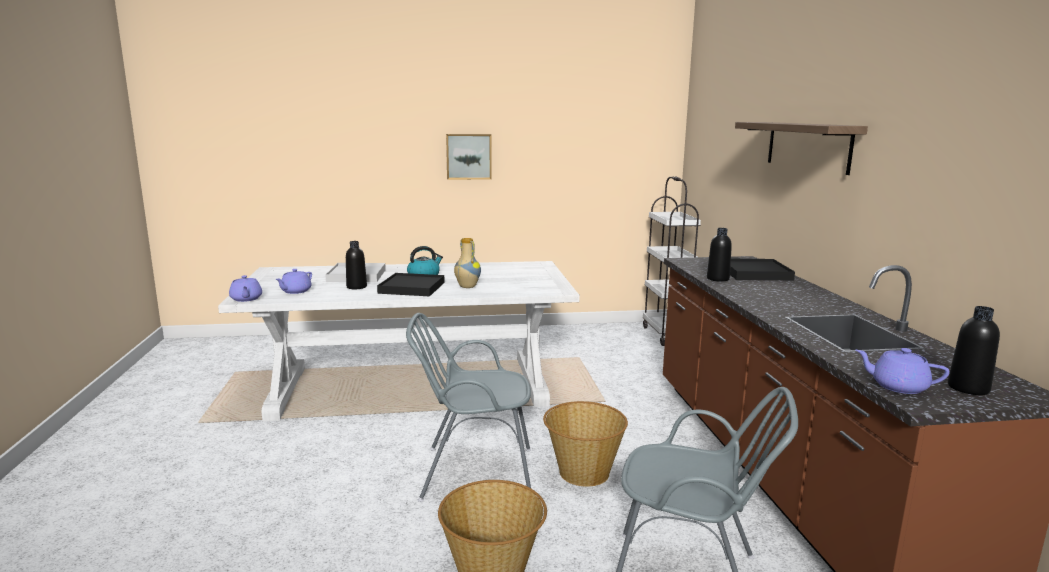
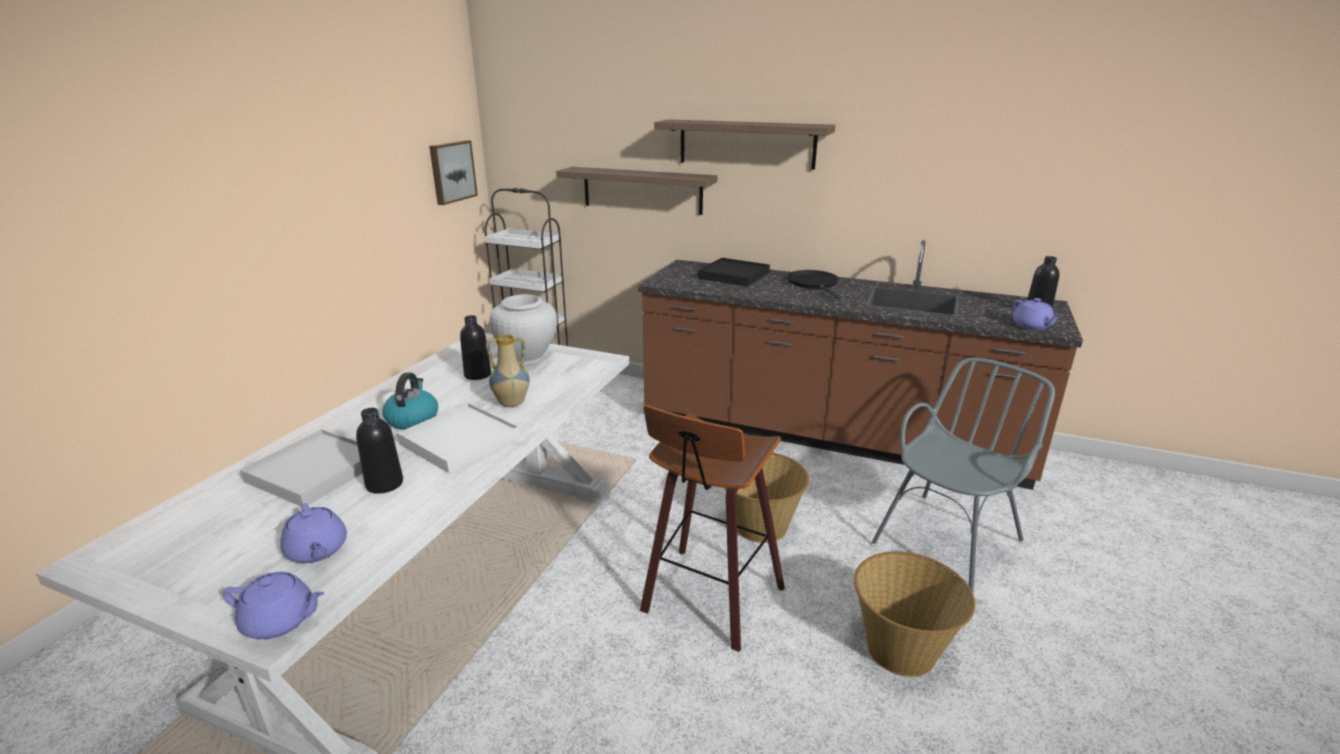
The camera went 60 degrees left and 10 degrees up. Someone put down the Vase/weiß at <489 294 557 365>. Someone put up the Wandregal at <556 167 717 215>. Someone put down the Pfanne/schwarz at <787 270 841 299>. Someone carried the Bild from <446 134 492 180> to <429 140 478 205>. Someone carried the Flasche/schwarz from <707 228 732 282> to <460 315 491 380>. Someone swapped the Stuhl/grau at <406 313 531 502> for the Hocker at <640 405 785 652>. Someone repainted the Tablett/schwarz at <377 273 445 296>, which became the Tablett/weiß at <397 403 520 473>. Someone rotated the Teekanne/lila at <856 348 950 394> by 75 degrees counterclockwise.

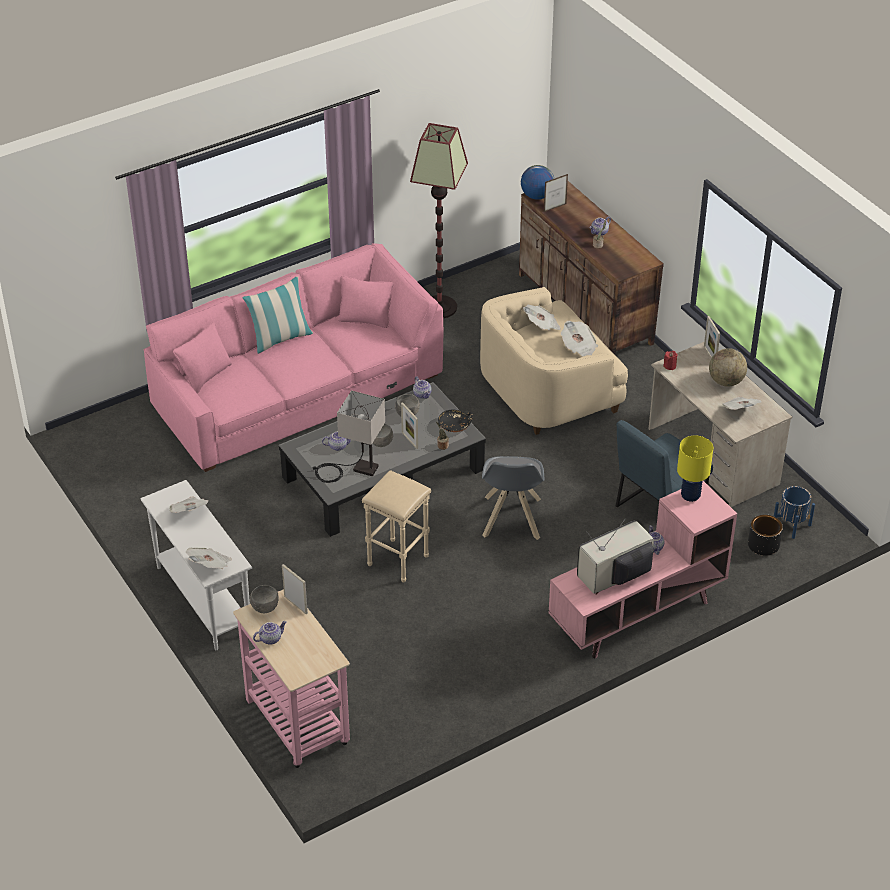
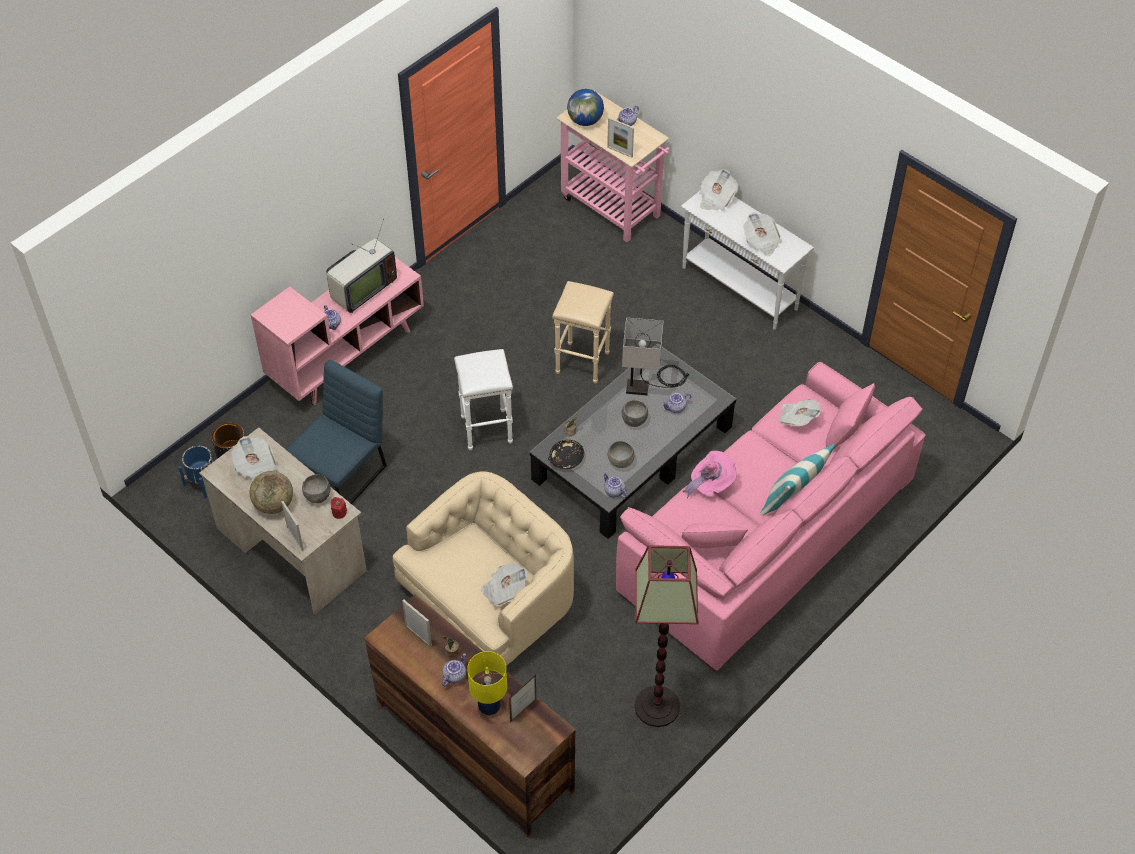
The camera went 165 degrees right and 10 degrees up. Someone put down the Hut/rosa at <683 451 737 498>. Someone carried the Schüssel/grau from <250 585 279 613> to <302 474 331 503>. Someone carried the Bilderrahmen from <401 402 418 449> to <402 600 432 647>. Someone carried the Globus from <521 165 554 200> to <567 89 604 126>. Someone carried the Zeitung from <561 321 598 357> to <778 399 821 426>. Someone carried the Tischlampe/gelb from <677 435 713 502> to <467 651 507 715>. Someone swapped the Stuhl/grau at <482 456 544 540> for the Hocker/weiß at <454 349 513 450>.

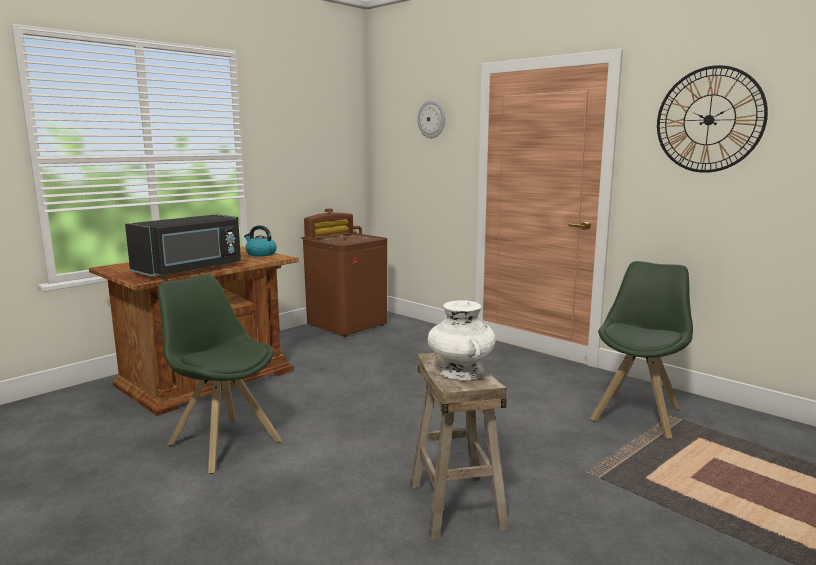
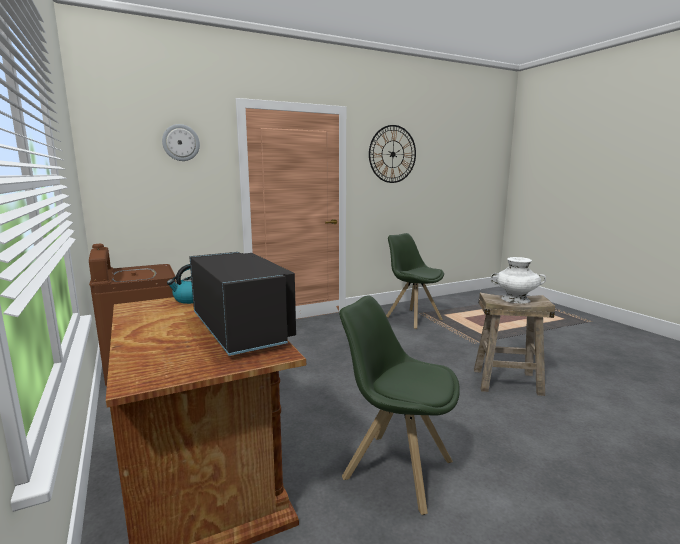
The camera went 70 degrees left and 0 degrees up. Someone rotated the Stuhl/grün at <157 274 282 474> by 60 degrees clockwise.

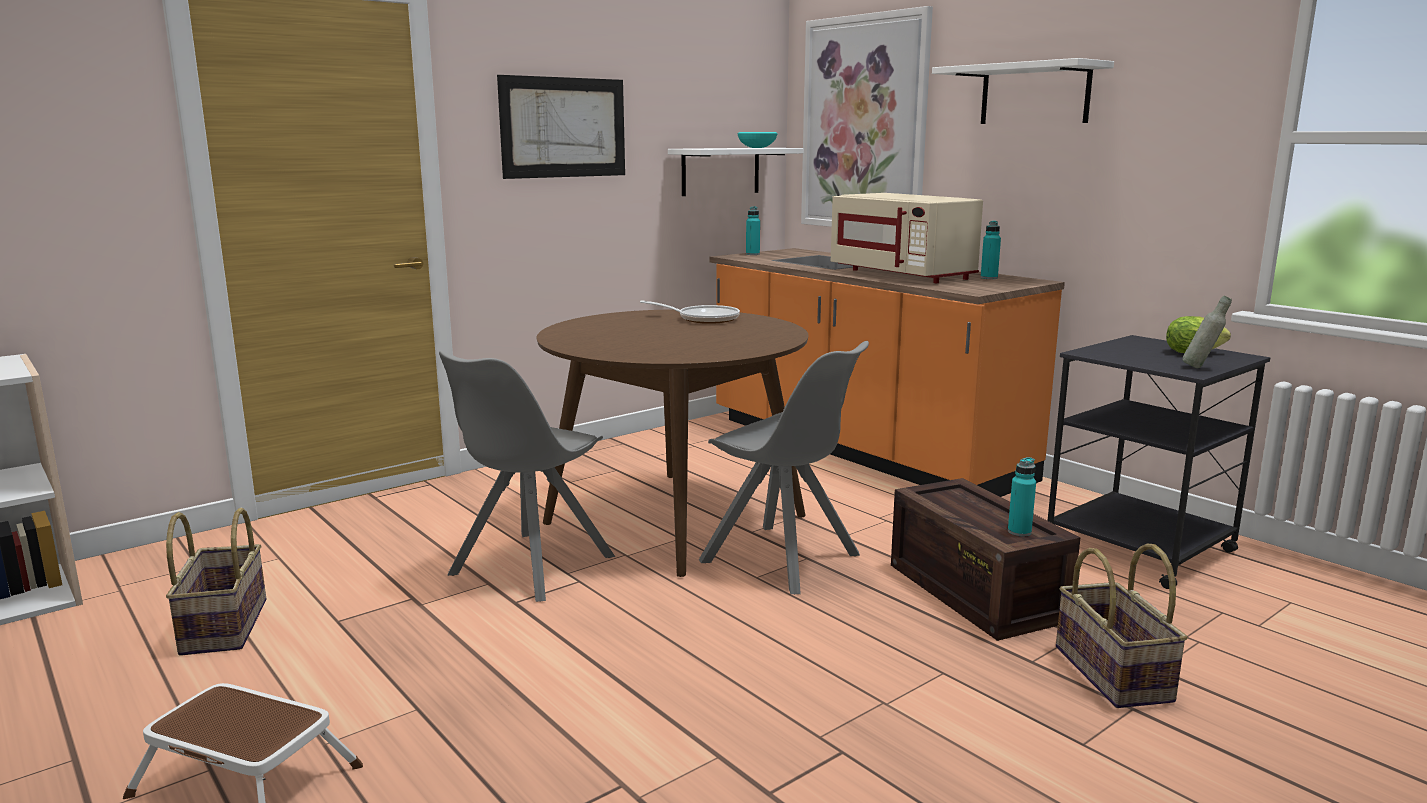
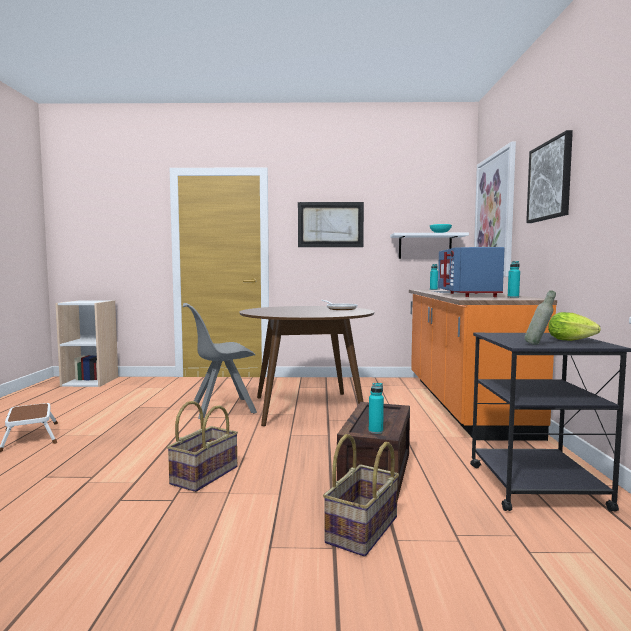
The camera went 40 degrees right and 10 degrees down. Someone took away the Stuhl/grau at <699 341 869 594>. Someone carried the Korb from <166 508 266 656> to <167 401 238 492>. Someone swapped the Wandregal/weiß at <932 58 1114 124> for the Bild at <526 130 573 223>. Someone repainted the Mikrowelle/beige at <831 193 983 283>, which became the Mikrowelle/blau at <438 247 504 297>.

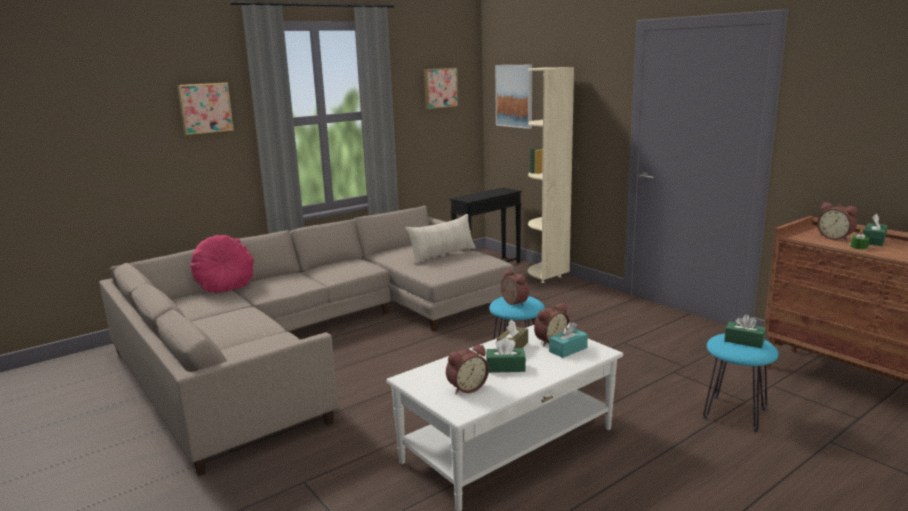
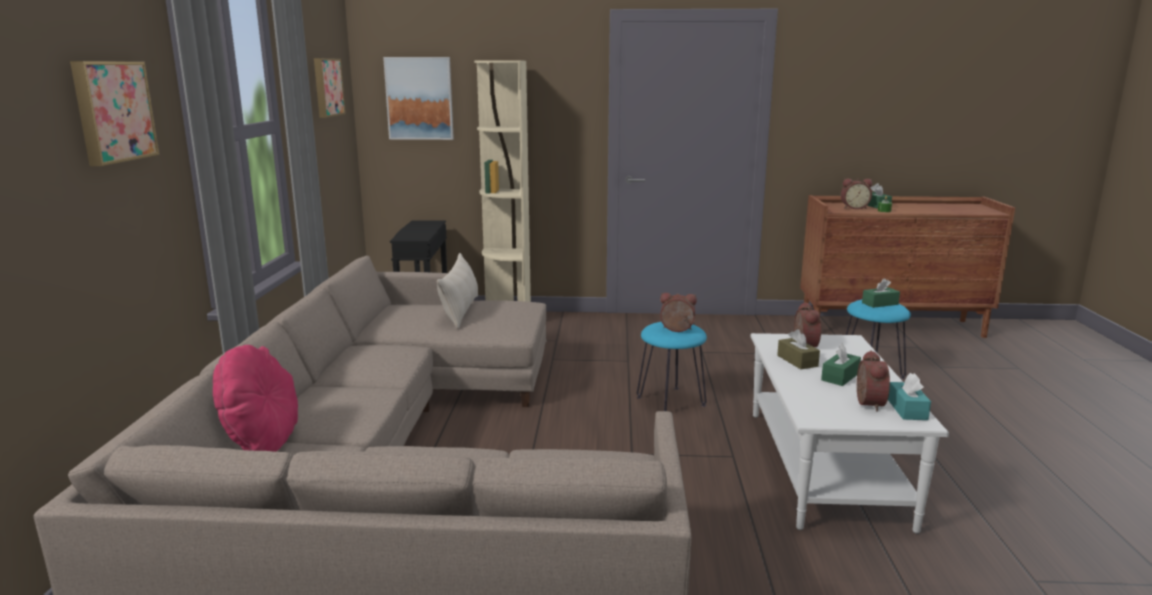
The camera went 50 degrees left and 0 degrees up. Someone carried the Taschentuchbox/türkis from <549 322 588 358> to <888 373 931 420>.

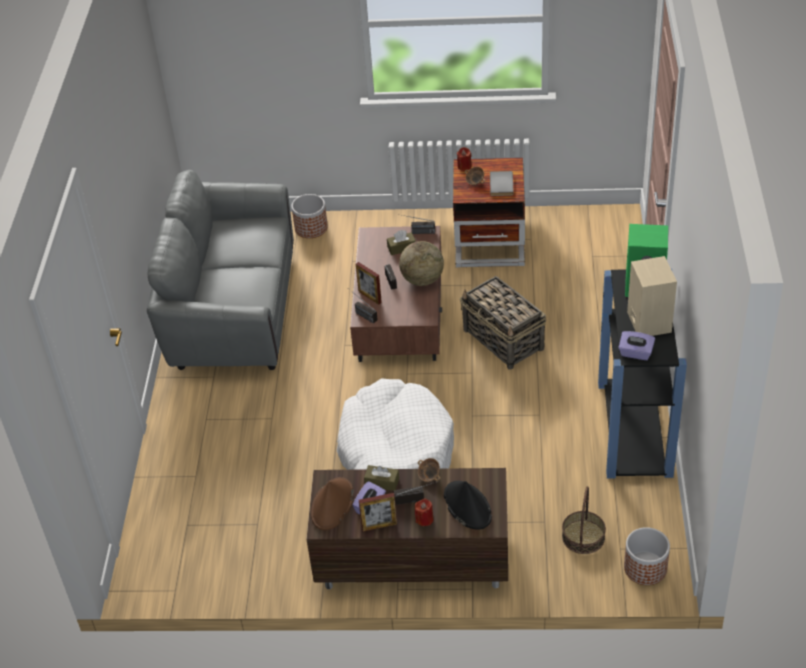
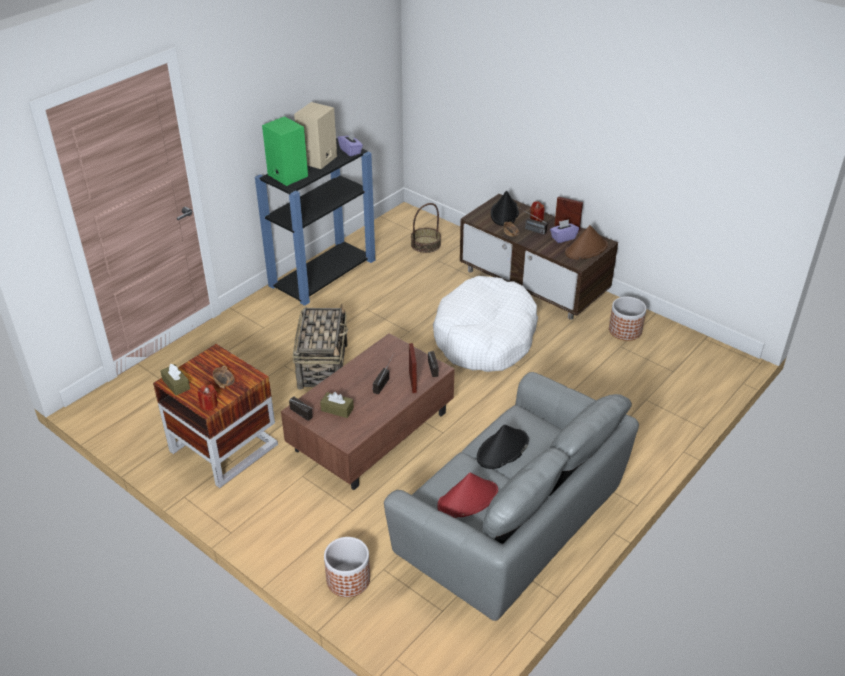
The camera went 145 degrees left and 5 degrees down. Someone took away the Globus at <399 241 444 286>. Someone took away the Buch/grau at <490 171 513 196>. Someone put down the Hut/rot at <437 472 498 518>. Someone put down the Hut/schwarz at <477 425 529 469>. Someone carried the Taschentuchbox/braun from <364 465 399 491> to <160 364 190 395>. Someone carried the Pflanzkübel from <624 527 670 585> to <609 297 646 341>.

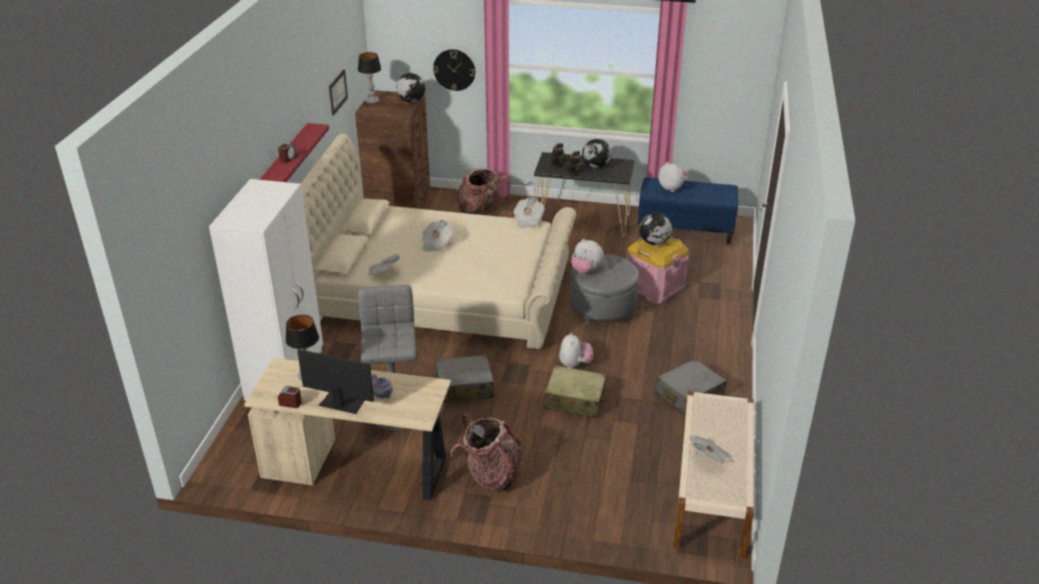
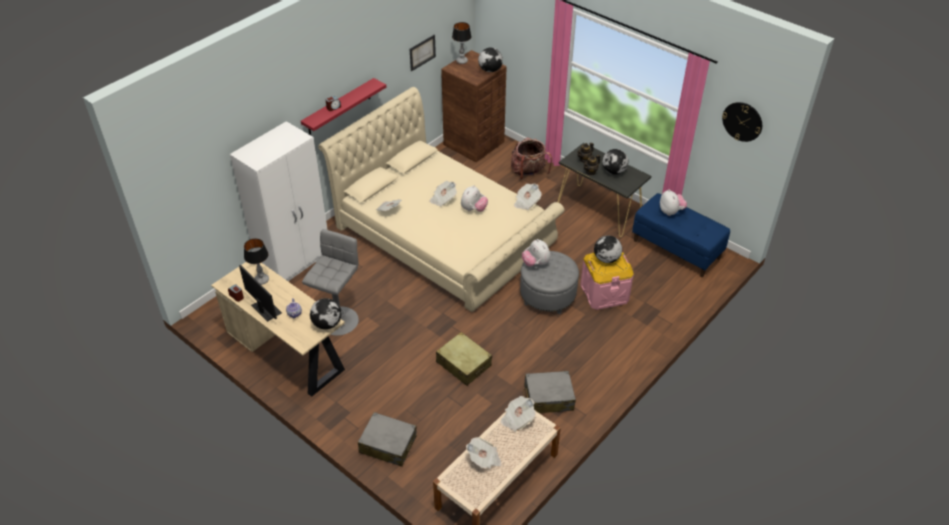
The camera went 30 degrees right and 10 degrees up. Someone took away the Rucksack at <450 412 522 492>. Someone put down the Globus at <310 298 342 329>. Someone put down the Zeitung at <500 396 536 432>. Someone carried the Wanduhr from <433 49 475 91> to <722 102 762 142>. Someone carried the Koffer/grau from <434 355 494 403> to <358 412 417 467>. Someone carried the Plüschtier from <559 333 593 368> to <461 185 488 212>.

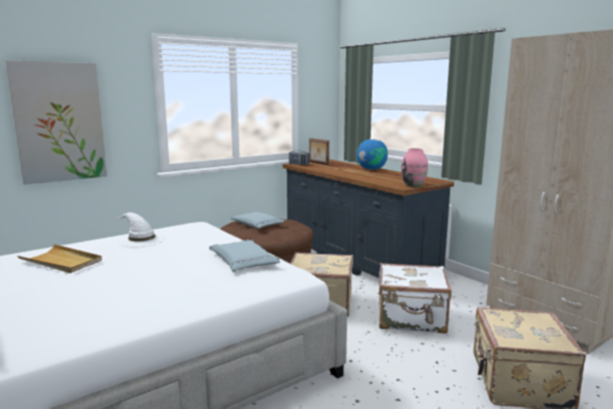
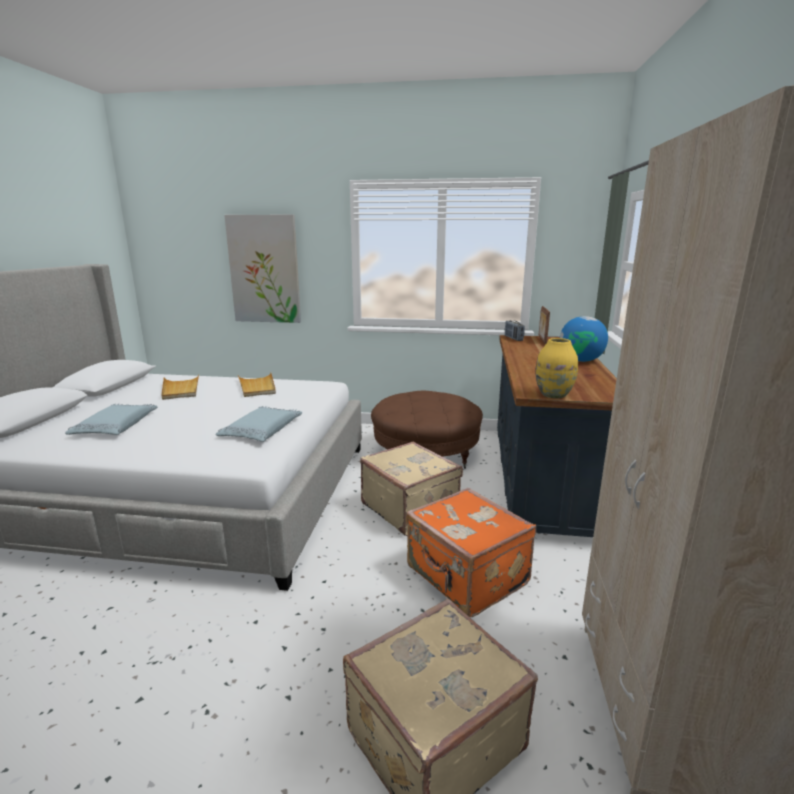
The camera went 45 degrees right and 5 degrees up. Someone carried the Kissen/blau from <230 211 285 229> to <65 404 158 435>. Someone swapped the Hut/weiß at <117 213 165 247> for the Tablett/beige at <238 373 276 397>. Someone repainted the Koffer/weiß at <379 263 452 334>, which became the Koffer/orange at <406 488 536 617>. Someone repainted the Vase/rosa at <401 148 428 187>, which became the Vase/gelb at <535 338 578 398>.

